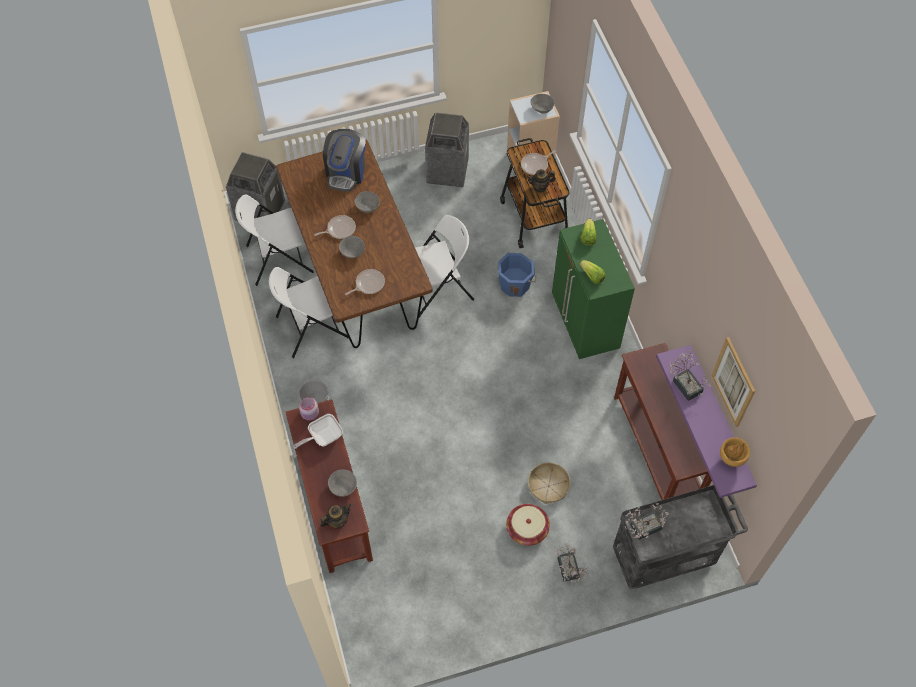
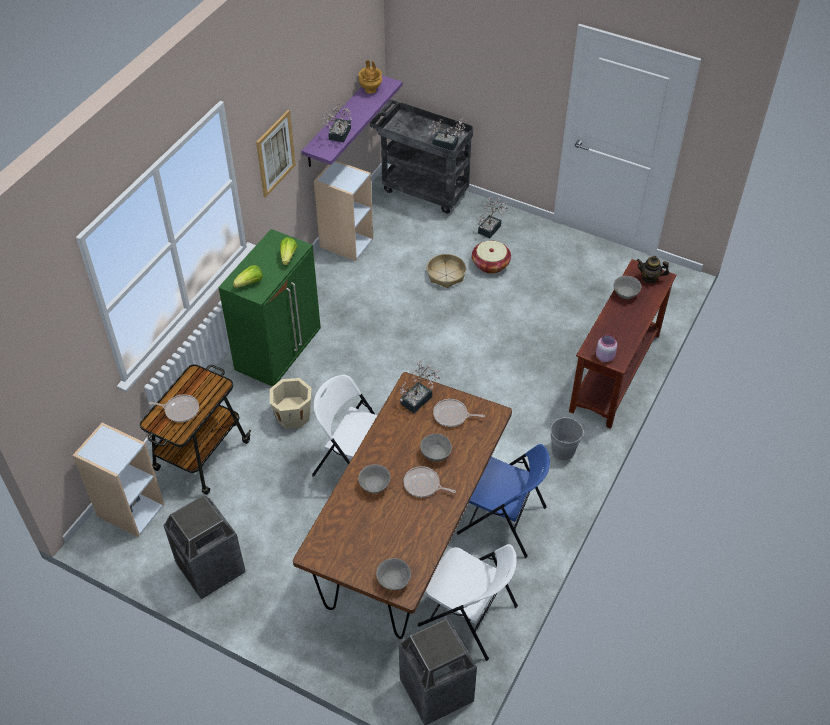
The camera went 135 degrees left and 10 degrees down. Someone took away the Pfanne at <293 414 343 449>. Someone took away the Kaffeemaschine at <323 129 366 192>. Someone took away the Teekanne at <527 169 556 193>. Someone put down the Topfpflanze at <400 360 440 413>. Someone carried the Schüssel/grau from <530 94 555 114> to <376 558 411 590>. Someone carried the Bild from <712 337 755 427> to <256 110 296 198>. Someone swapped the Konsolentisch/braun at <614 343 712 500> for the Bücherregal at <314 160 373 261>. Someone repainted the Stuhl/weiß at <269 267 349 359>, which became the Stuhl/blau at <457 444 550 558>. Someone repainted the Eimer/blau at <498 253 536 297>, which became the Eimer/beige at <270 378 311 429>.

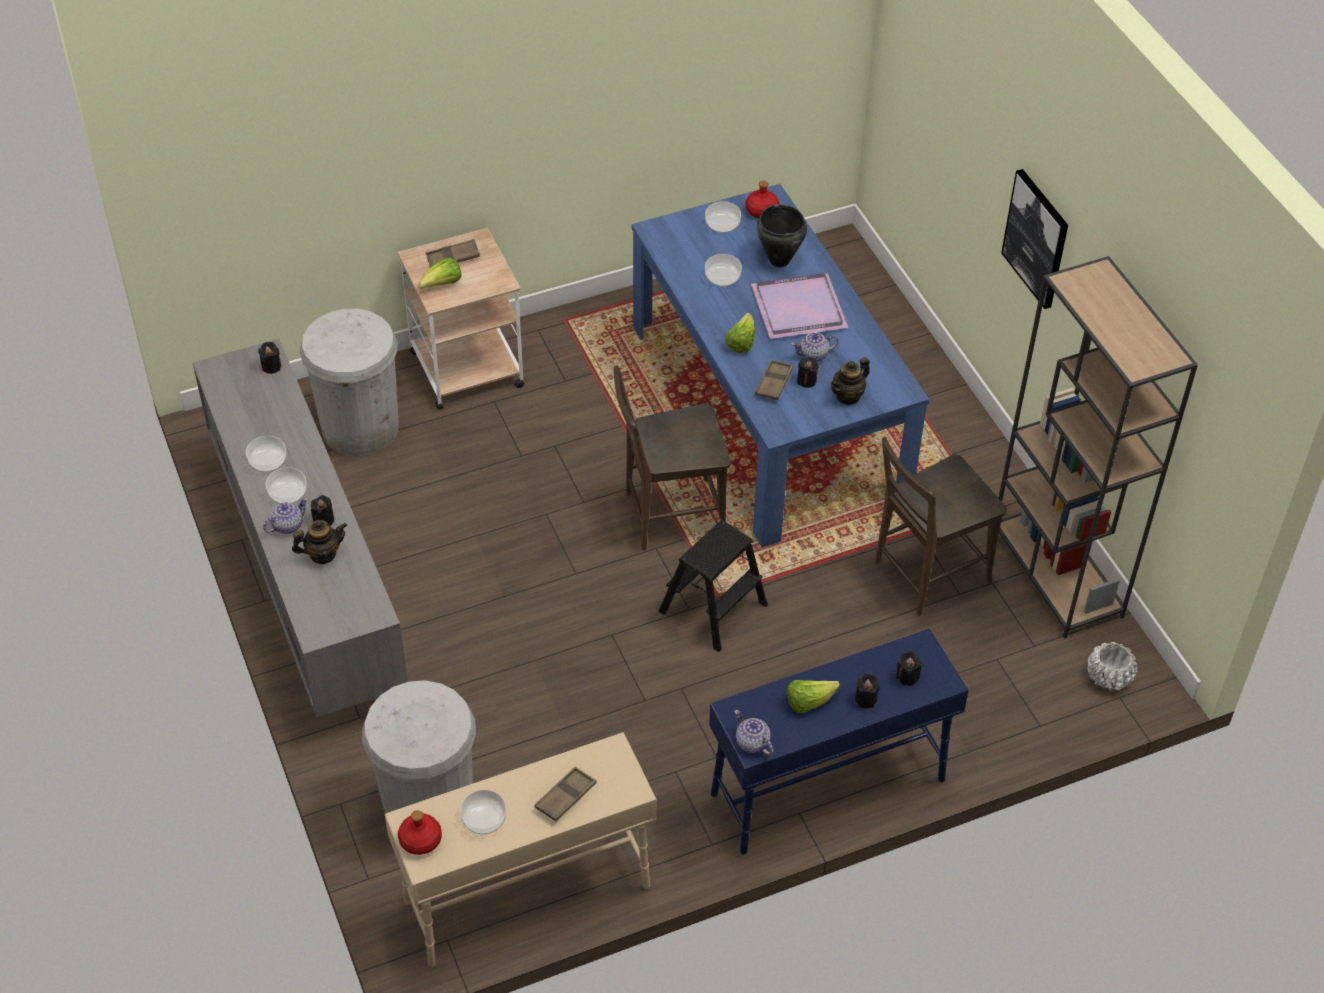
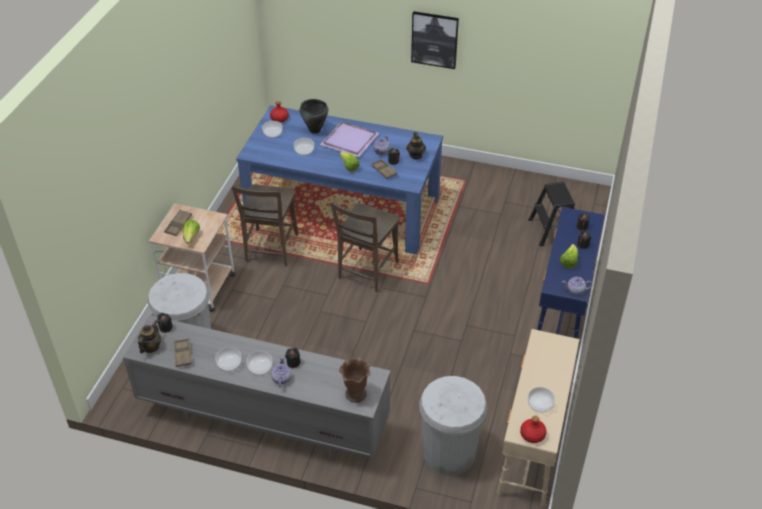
The camera went 50 degrees left and 5 degrees down. Someone took away the Bücherregal at <998 256 1198 639>. Someone took away the Pflanzkübel/weiß at <1087 642 1138 691>. Someone put down the Vase/braun at <339 358 370 403>. Someone carried the Teekanne from <292 520 347 564> to <138 320 161 353>. Someone carried the Tablett/braun from <535 767 596 821> to <174 338 192 367>. Someone carried the Trittleiter/schwarz from <658 519 768 652> to <528 182 575 247>. Someone carried the Stuhl/braun from <875 438 1007 616> to <232 184 298 266>.

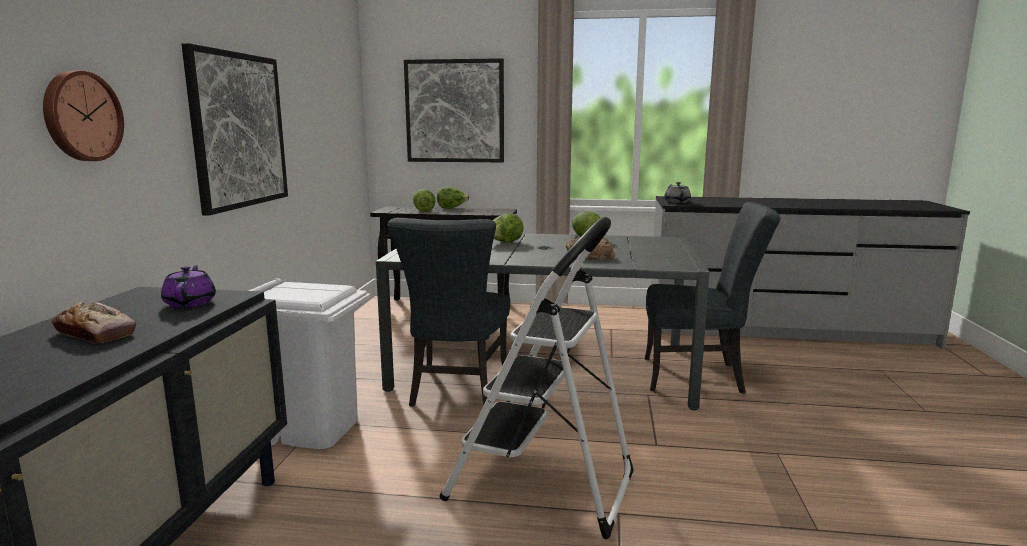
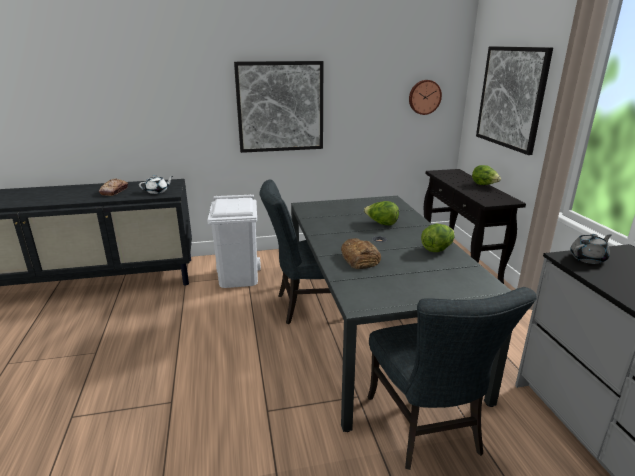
The camera went 70 degrees right and 10 degrees up. Someone took away the Salatkopf at <413 189 436 212>. Someone took away the Trittleiter at <439 217 634 539>. Someone carried the Wanduhr from <43 71 124 161> to <409 80 442 115>. Someone repainted the Teekanne/lila at <161 265 216 308>, which became the Teekanne/weiß at <139 175 173 194>.

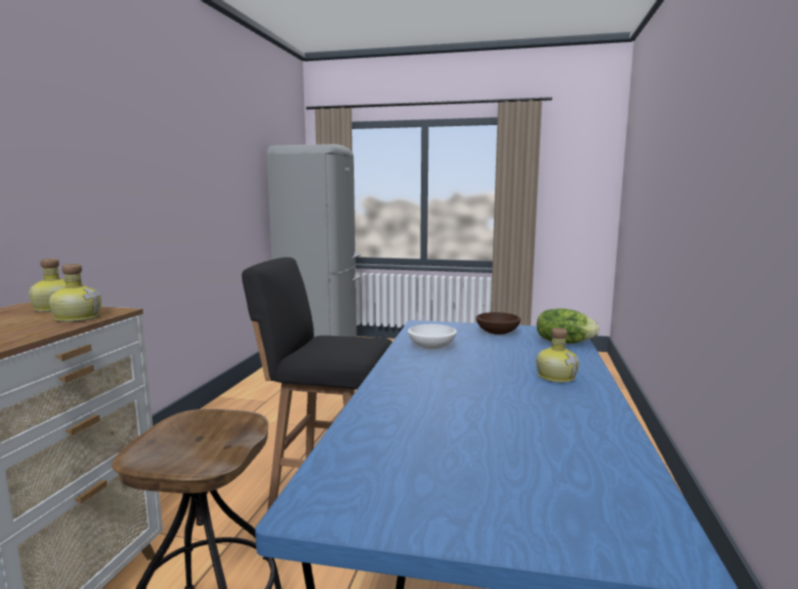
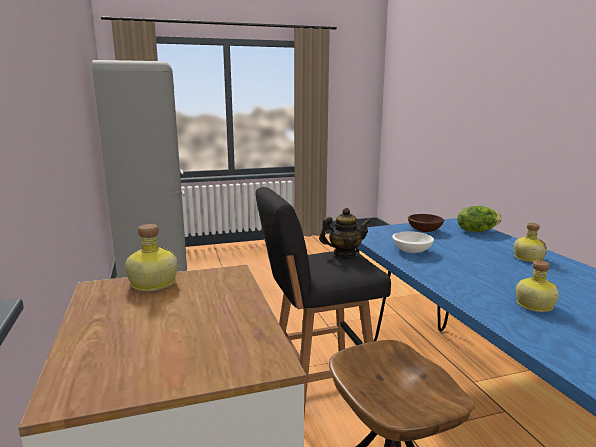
The camera went 30 degrees left and 5 degrees up. Someone put down the Teekanne at <319 208 371 257>. Someone carried the Flasche from <49 264 101 322> to <516 260 559 312>.

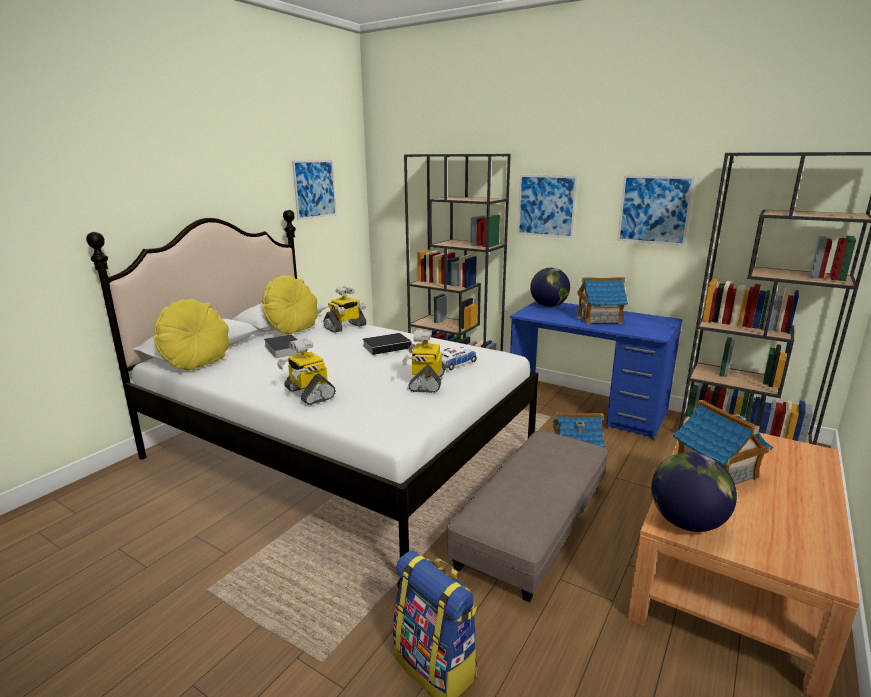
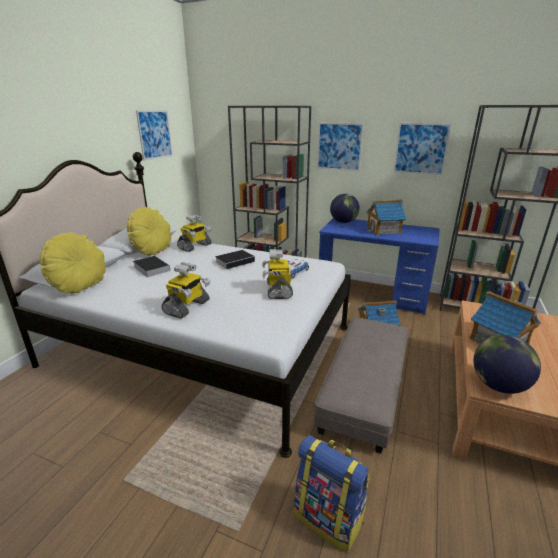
The camera went 10 degrees left and 5 degrees up. Someone rotated the Spielzeugroboter at <277 338 336 405> by 105 degrees counterclockwise.

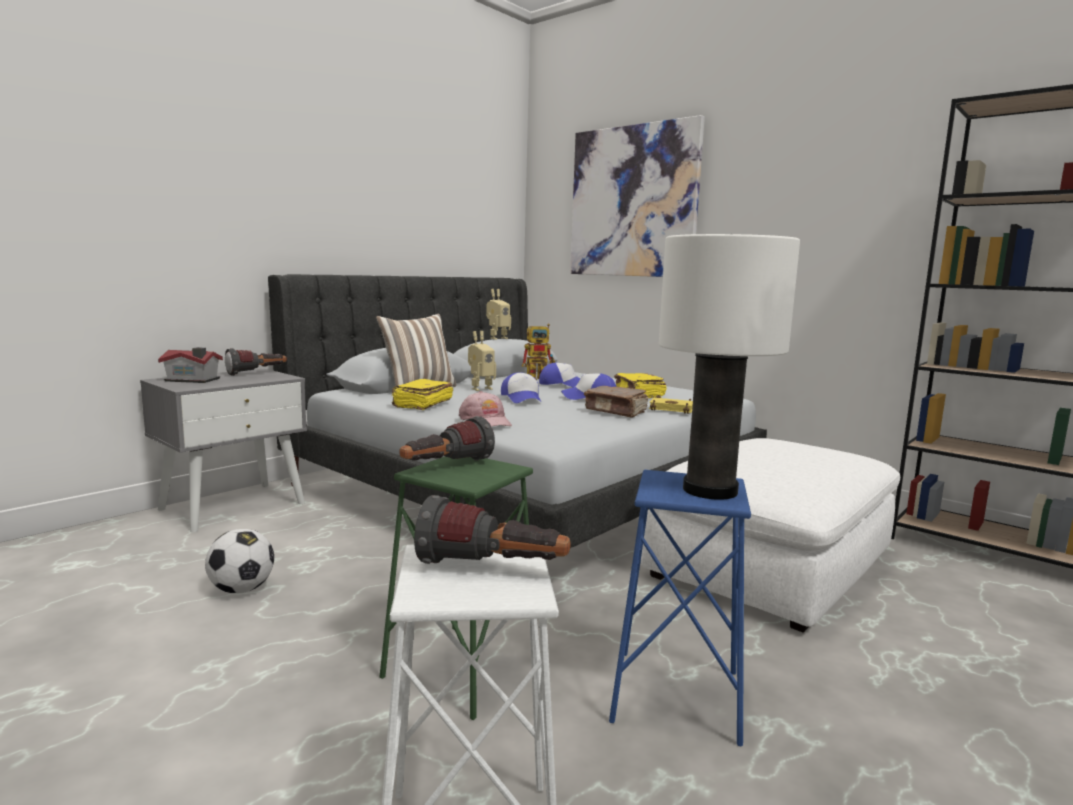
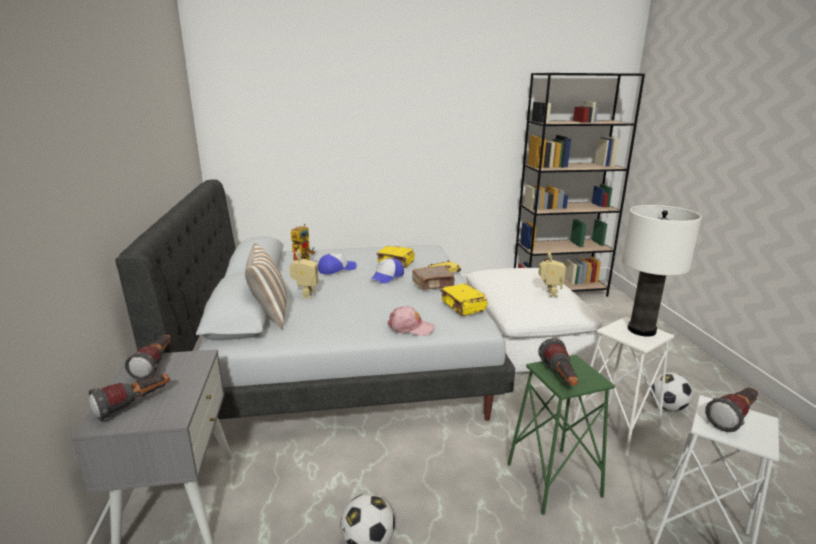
The camera went 50 degrees left and 10 degrees up. Someone took away the Kappe at <501 372 541 403>. Someone took away the Bild at <570 115 705 277>. Someone put down the Fußball at <650 372 693 411>. Someone carried the Buch/gelb from <392 379 453 410> to <440 284 488 316>. Someone carried the Spielzeugroboter from <486 289 511 340> to <538 251 566 297>. Someone swapped the Spielzeughaus at <158 347 223 383> for the Taschenlampe at <89 374 170 421>. Someone repainted the Hocker/blau at <609 470 751 747>, which became the Hocker/weiß at <573 317 674 456>.

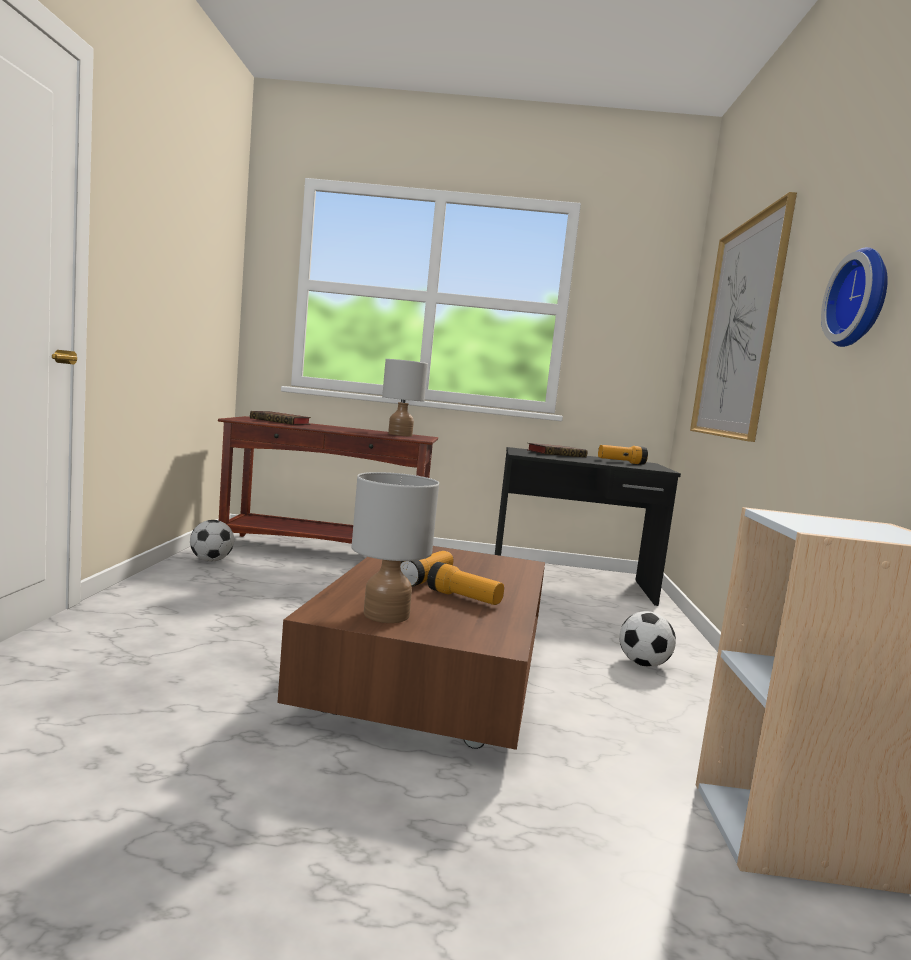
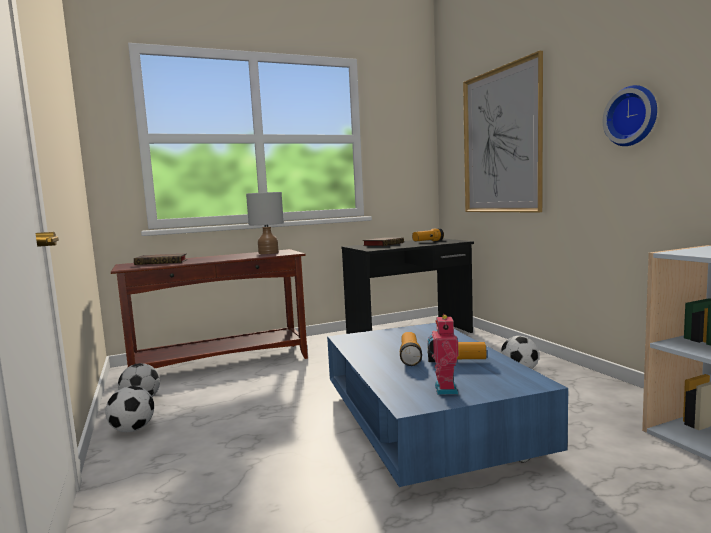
The camera went 25 degrees left and 0 degrees up. Someone put down the Fußball at <105 386 154 432>. Someone swapped the Tischlampe/grau at <351 472 439 623> for the Spielzeugroboter at <428 314 458 395>. Someone repainted the Couchtisch/braun at <277 546 545 750>, which became the Couchtisch/blau at <327 323 568 487>.

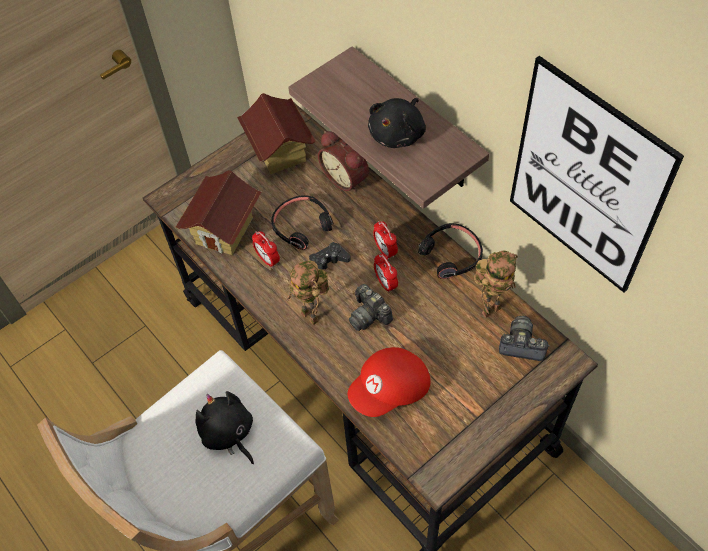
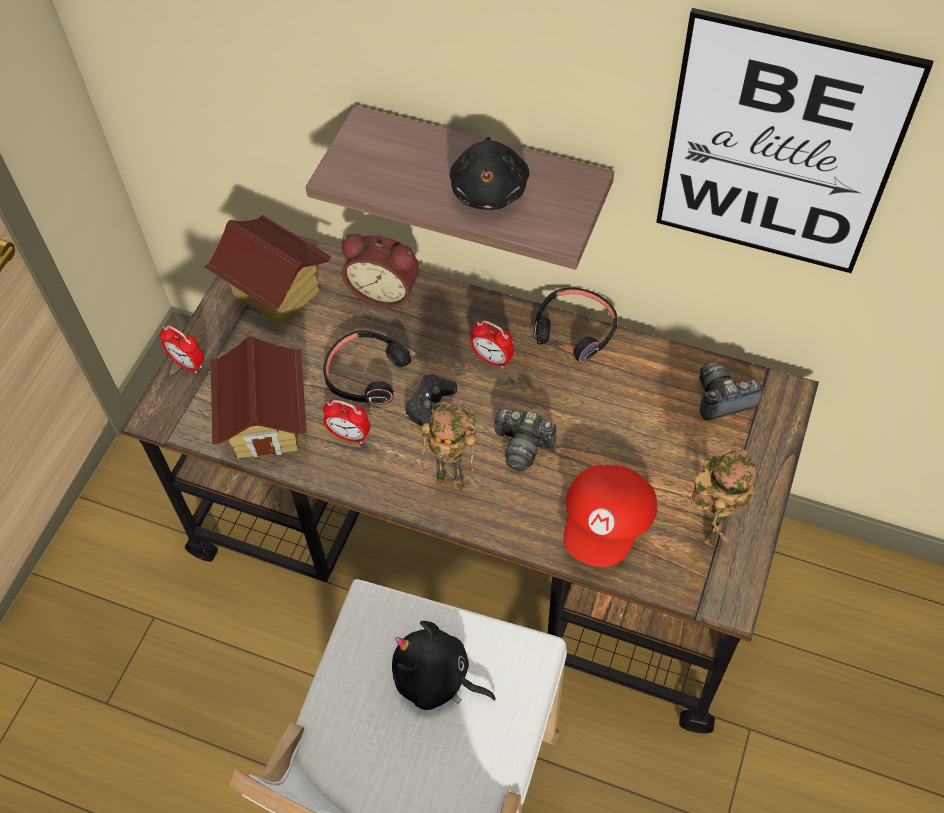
The camera went 30 degrees left and 0 degrees up. Someone carried the Wecker from <374 253 398 293> to <160 325 204 373>. Someone carried the Spielzeugroboter from <474 251 518 318> to <690 449 756 547>.

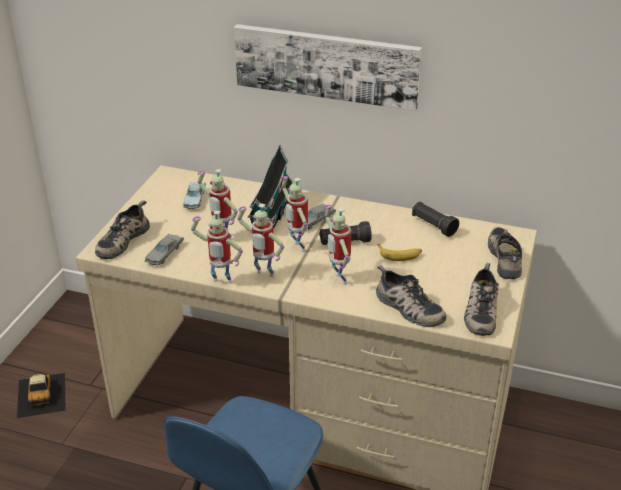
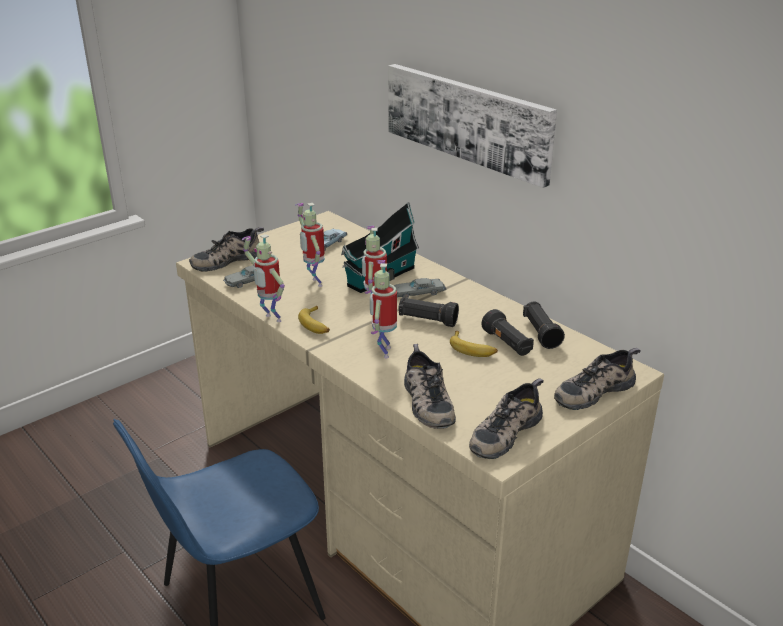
The camera went 30 degrees right and 5 degrees down. Someone took away the Spielzeugauto at <17 373 65 418>. Someone put down the Taschenlampe/schwarz at <481 309 534 356>. Someone swapped the Spielzeugroboter at <237 203 284 277> for the Banane at <298 306 330 334>. Someone rotated the Schuh at <488 227 522 279> by 150 degrees counterclockwise.

